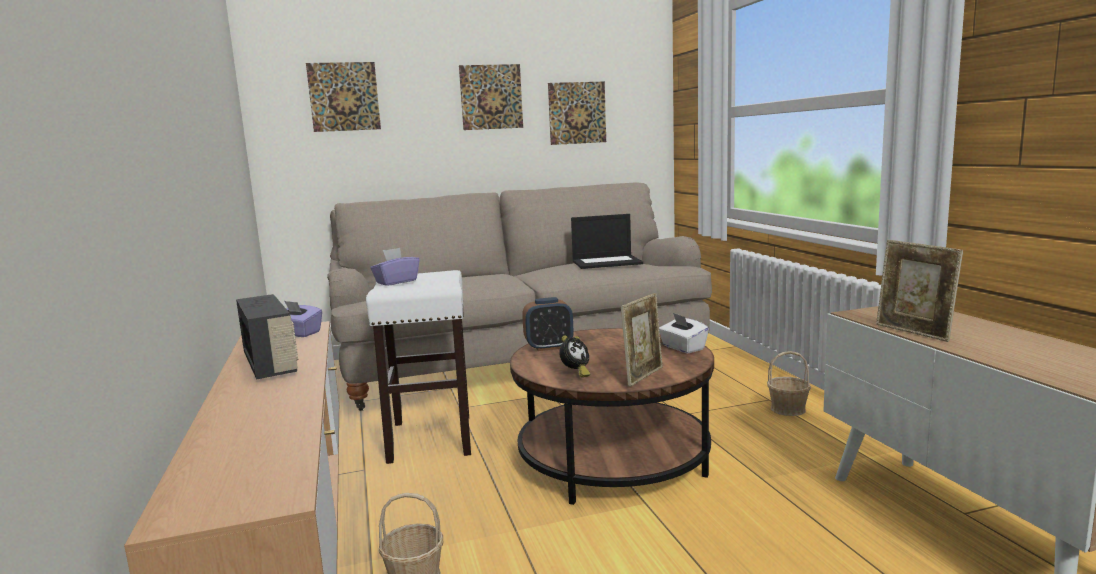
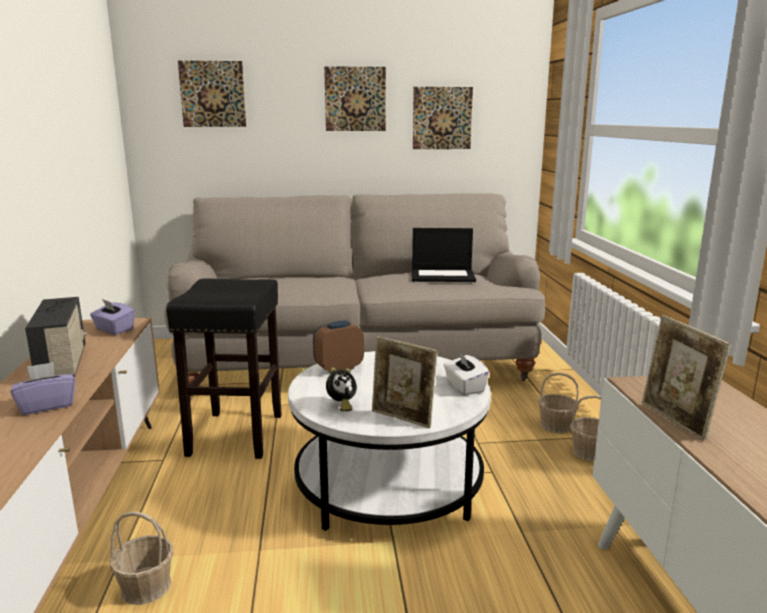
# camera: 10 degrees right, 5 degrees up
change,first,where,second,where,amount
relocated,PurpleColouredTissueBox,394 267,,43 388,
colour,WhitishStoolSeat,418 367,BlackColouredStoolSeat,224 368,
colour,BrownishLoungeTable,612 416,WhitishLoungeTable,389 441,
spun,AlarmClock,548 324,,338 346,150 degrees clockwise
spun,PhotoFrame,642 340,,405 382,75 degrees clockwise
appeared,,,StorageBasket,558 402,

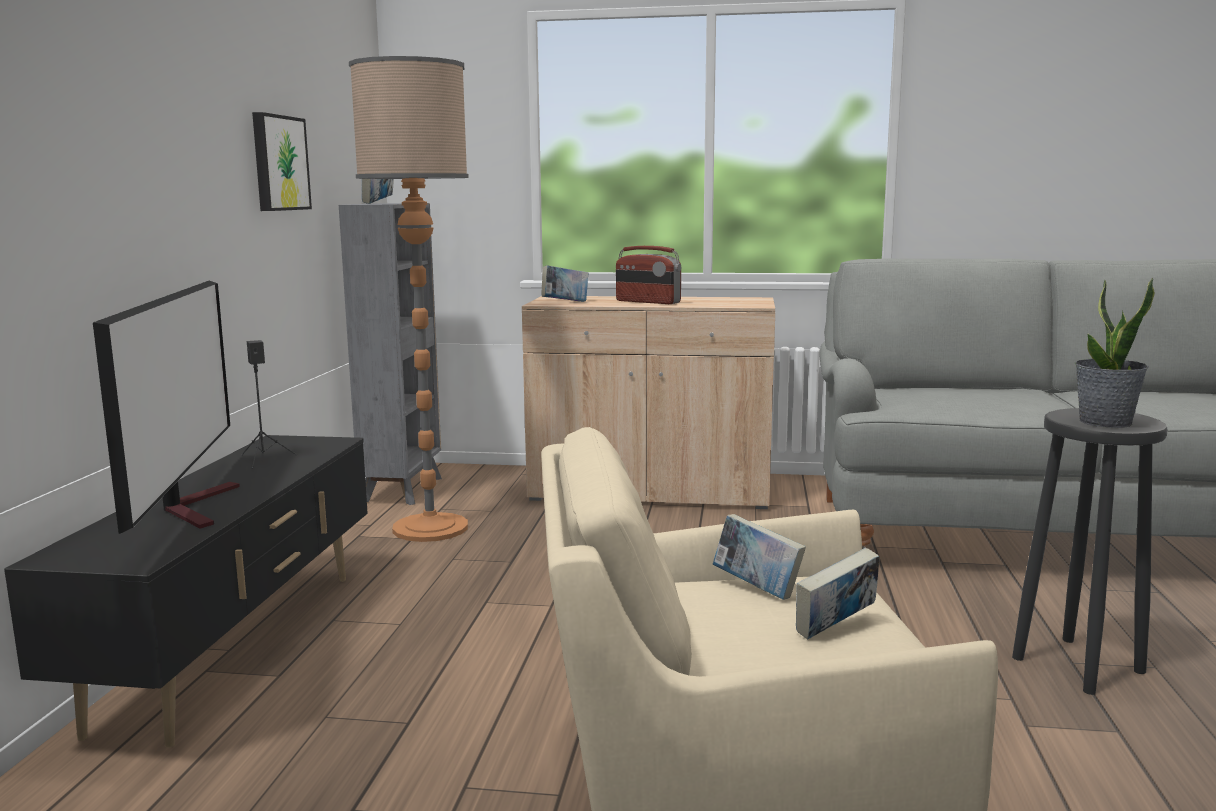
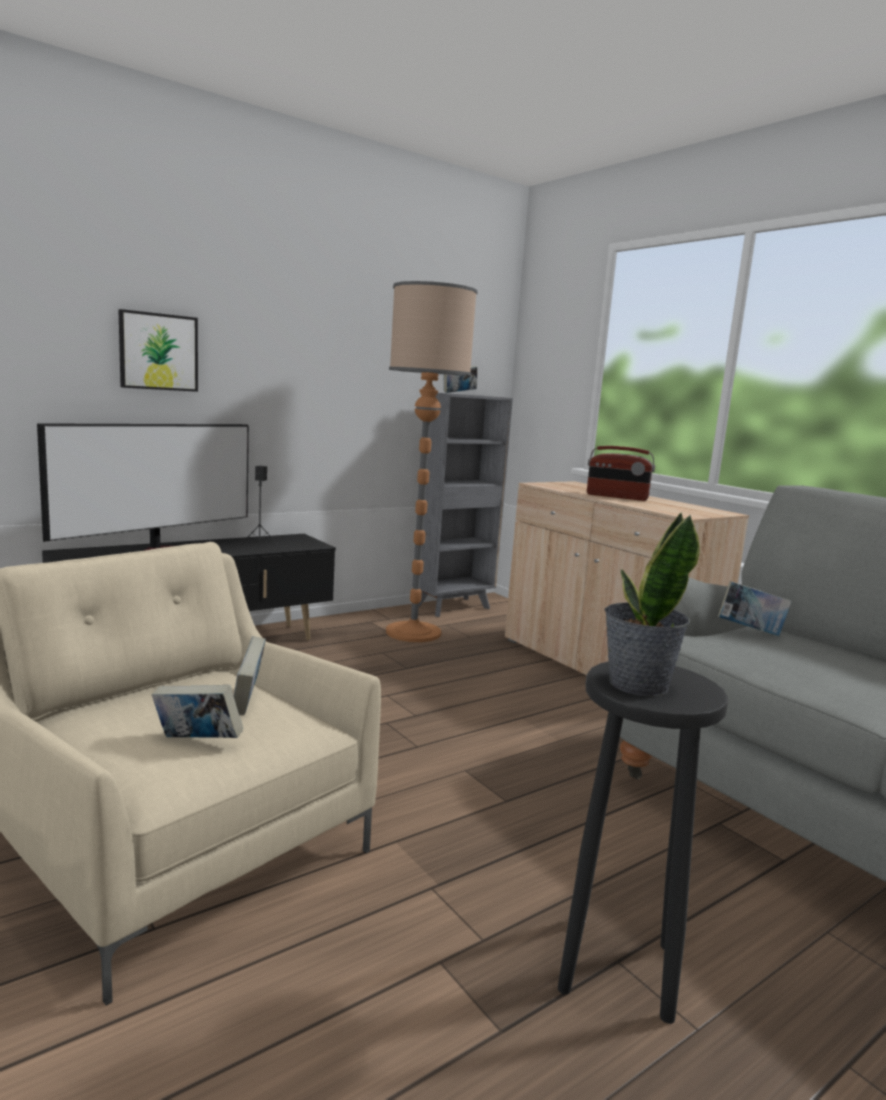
# camera: 45 degrees right, 0 degrees up
change,first,where,second,where,amount
relocated,Picture,282 161,,158 350,
spun,Radio,648 275,,621 473,60 degrees counterclockwise
relocated,Book,564 283,,755 608,

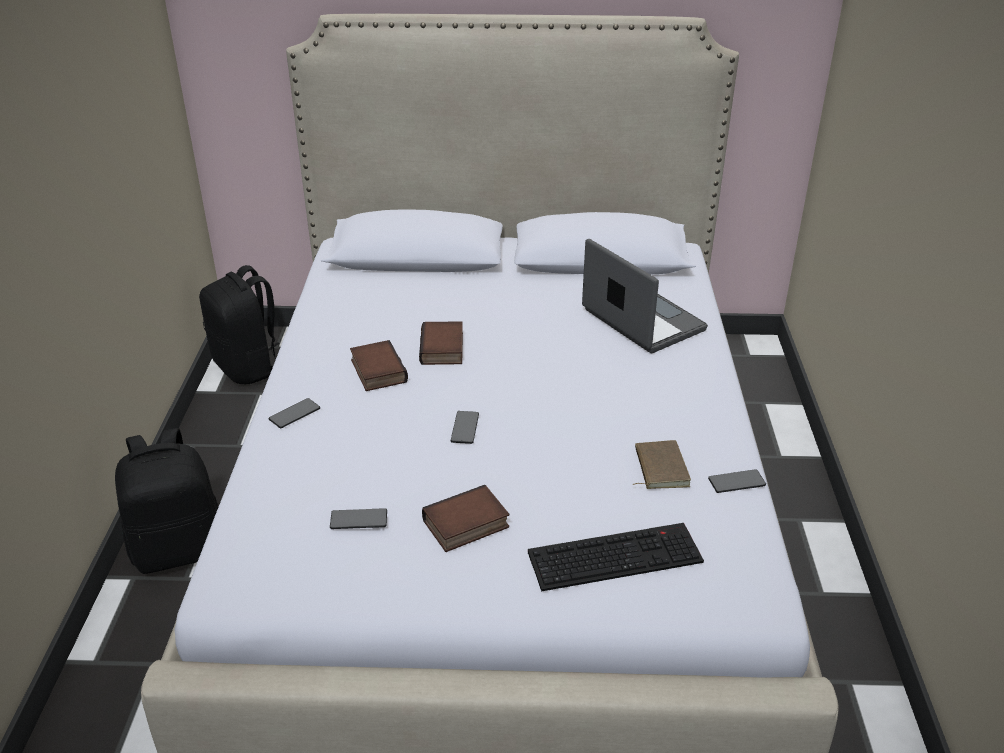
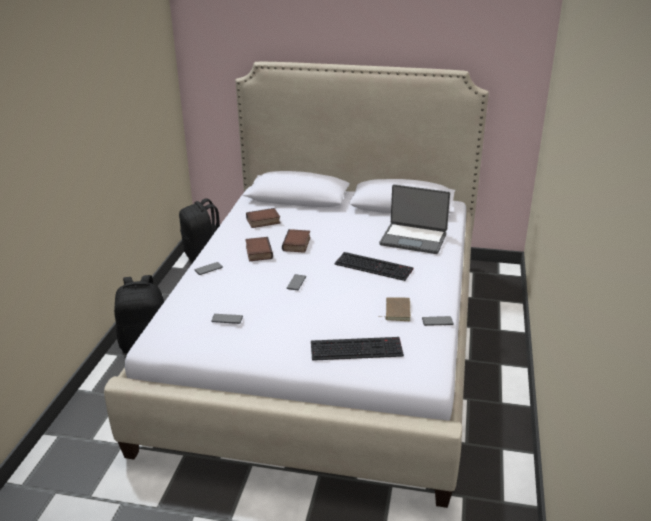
# camera: 10 degrees right, 5 degrees down
change,first,where,second,where,amount
relocated,Book,465 518,,263 218,
appeared,,,PcKeyboard,374 266,
spun,NotebookComputer,645 296,,414 219,135 degrees clockwise

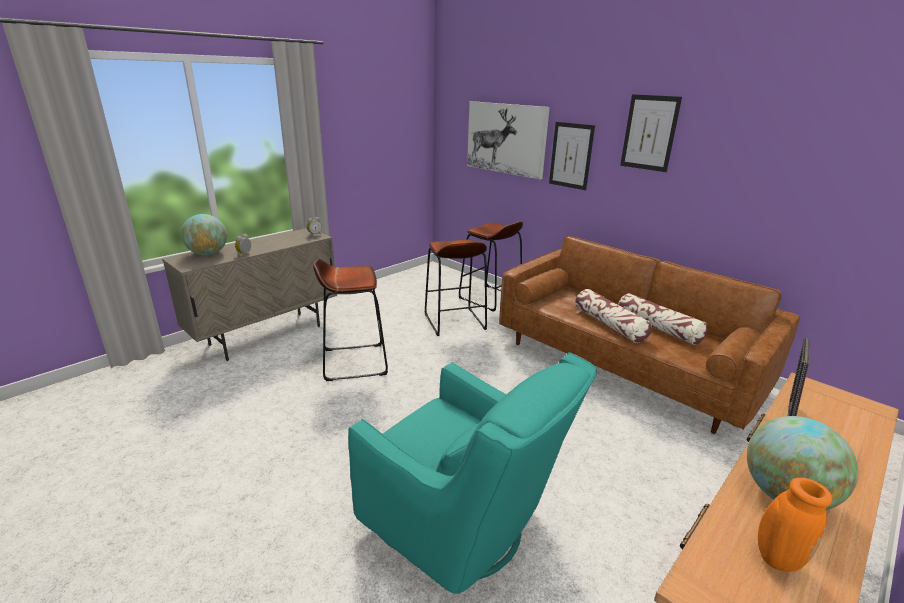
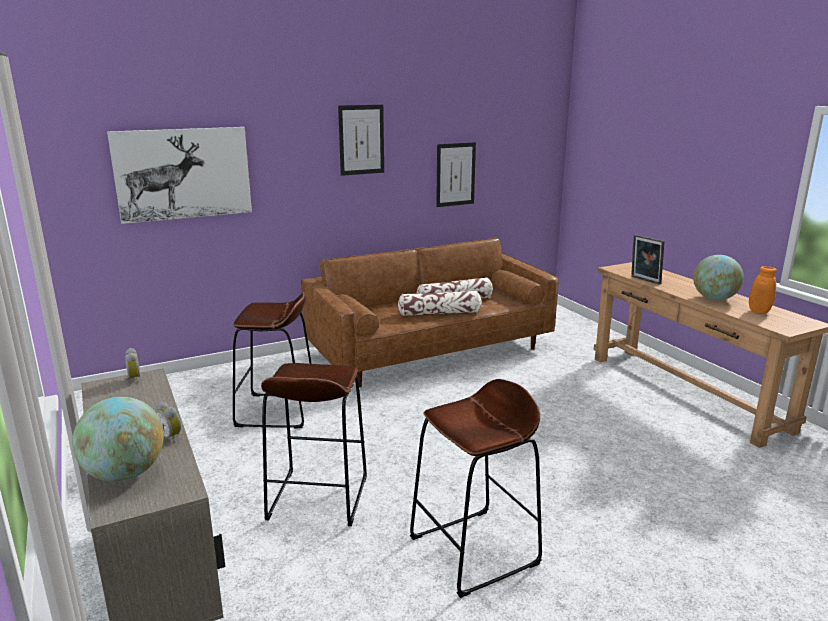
# camera: 70 degrees left, 5 degrees down
change,first,where,second,where,amount
relocated,BrownishStoolSeat,491 266,,476 488,
relocated,Picture,572 156,,456 174,
missing,BlueGreenLoungeChair,472 473,,,

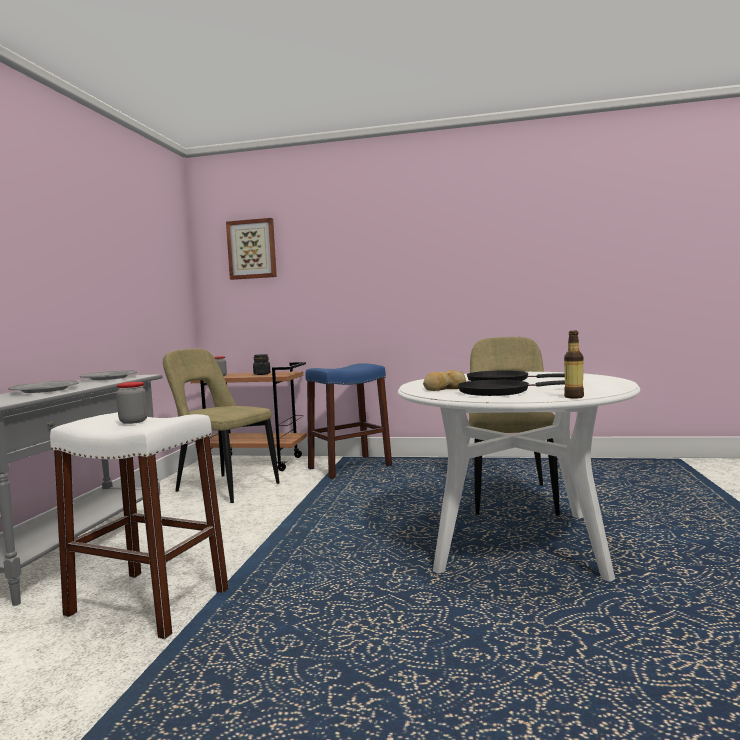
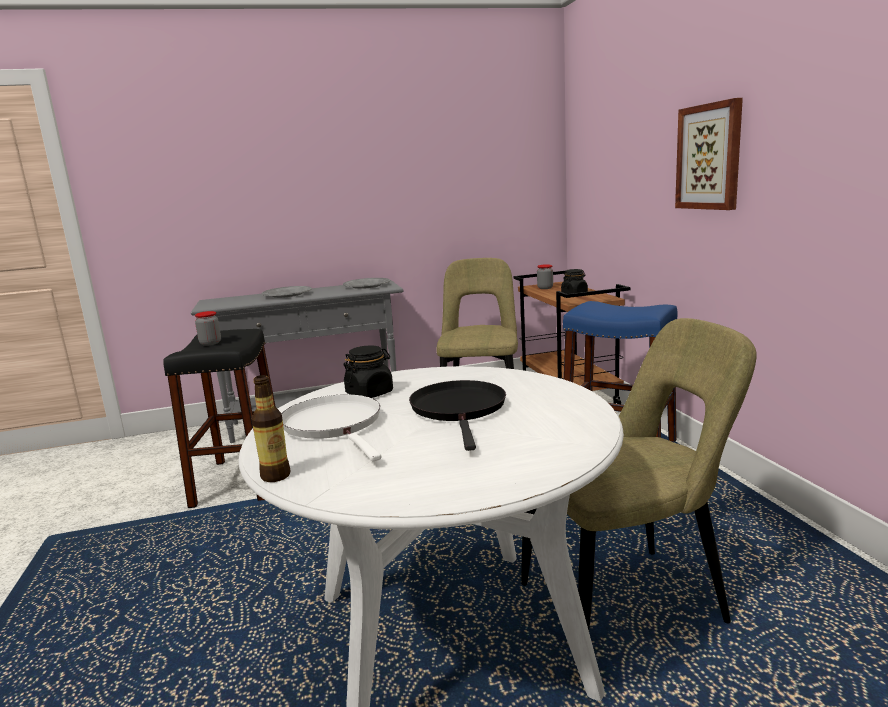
# camera: 65 degrees right, 10 degrees up
change,first,where,second,where,amount
colour,WhitishStoolSeat,139 525,BlackColouredStoolSeat,220 418,
colour,BlackColouredFryingPan,511 388,WhitishFryingPan,331 427,
exchanged,BakeryBread,444 380,BlackColouredJar,368 371,
relocated,Picture,251 249,,709 154,

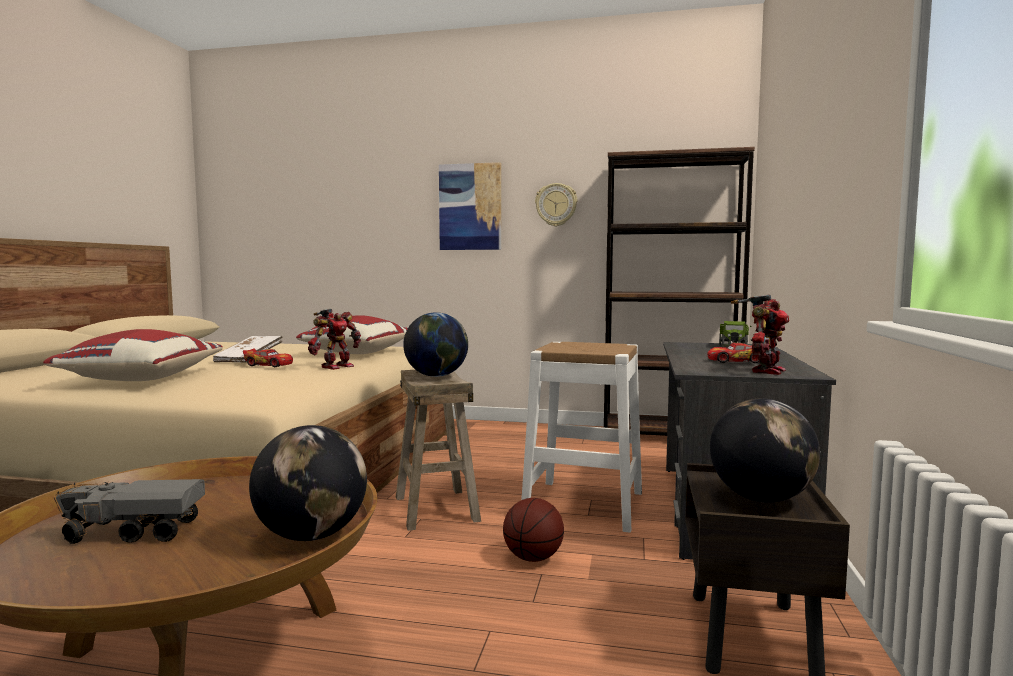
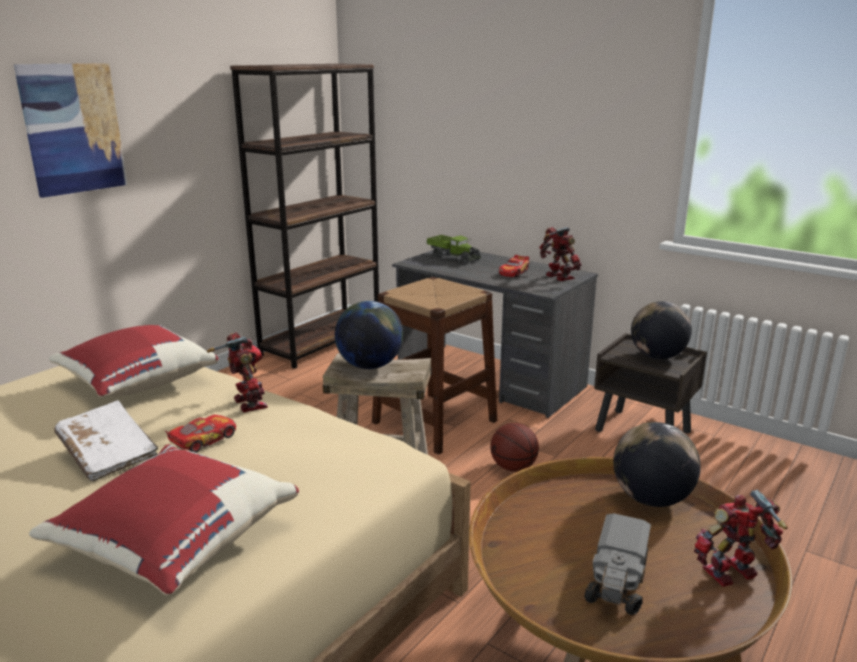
# camera: 65 degrees left, 15 degrees up
change,first,where,second,where,amount
colour,WhitishStoolSeat,581 437,BrownishStoolSeat,434 366,
appeared,,,ToyRobot,741 538,
missing,HangingClock,556 205,,,

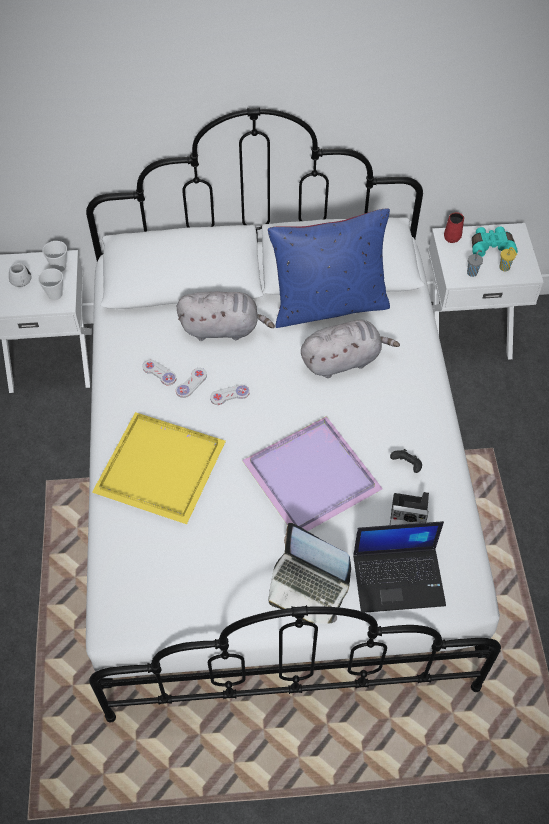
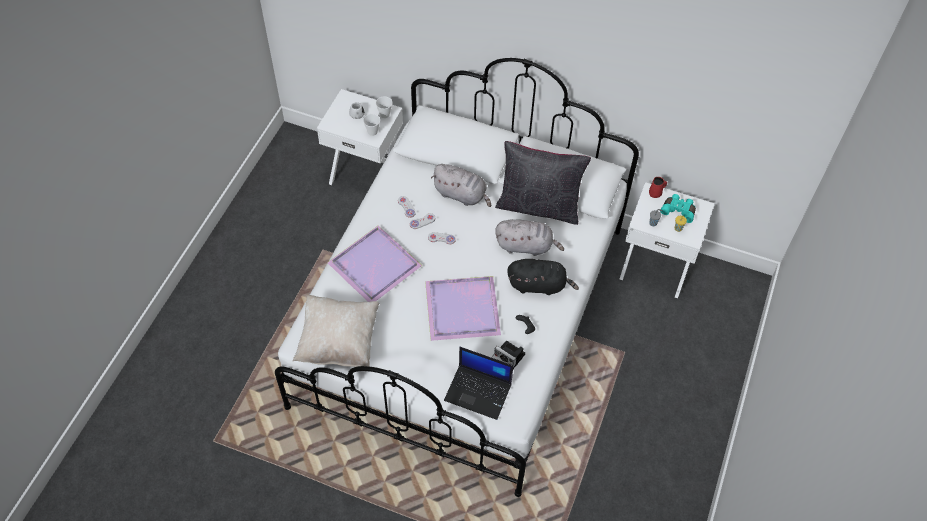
# camera: 25 degrees right, 0 degrees up
change,first,where,second,where,amount
appeared,,,SandColouredCushion,335 331,
colour,YellowishServingTray,159 468,PurpleColouredServingTray,374 264,
colour,BlueColouredCushion,329 268,BlackColouredCushion,543 183,
appeared,,,BlackColouredSoftToy,543 277,
missing,NotebookComputer,310 573,,,

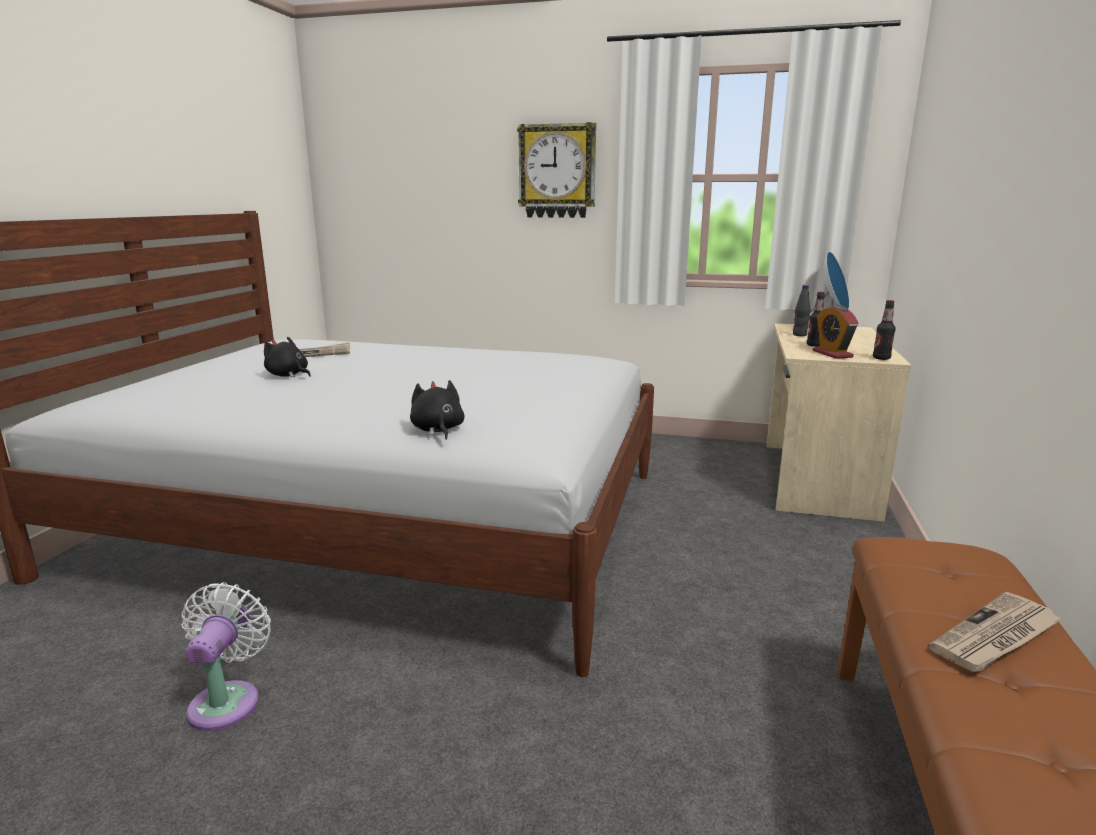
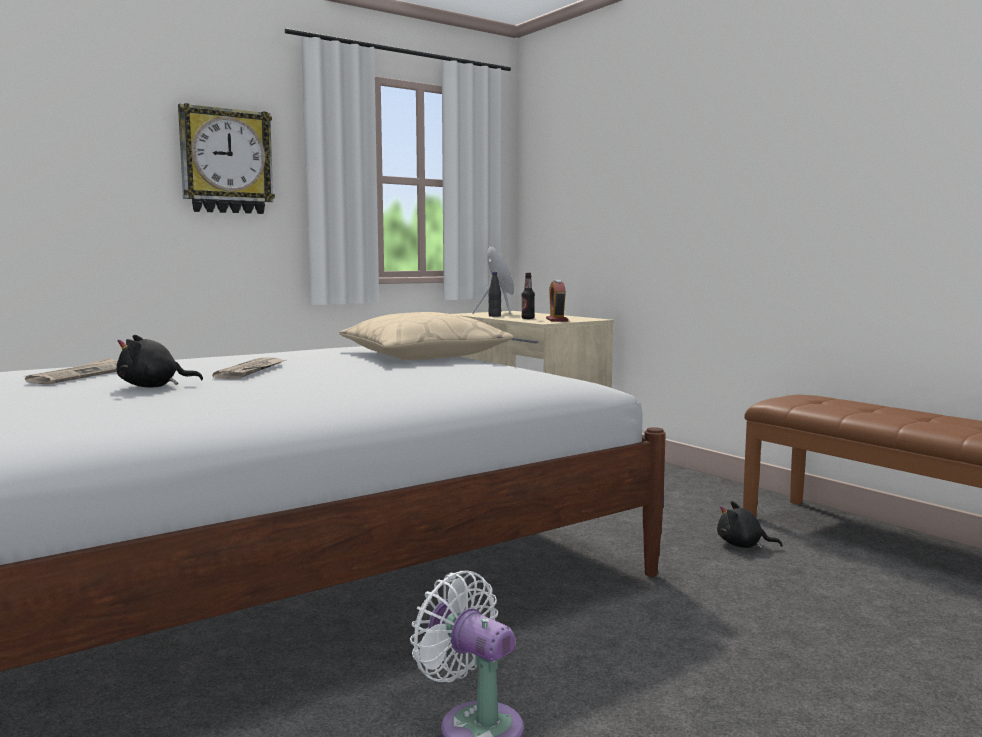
# camera: 50 degrees left, 10 degrees down
change,first,where,second,where,amount
relocated,DailyPaper,996 632,,248 368,
appeared,,,SandColouredCushion,426 336,
spun,AlarmClock,836 332,,557 301,60 degrees clockwise
relocated,BlackColouredSoftToy,437 410,,750 525,
missing,BeverageBottle,884 330,,,

